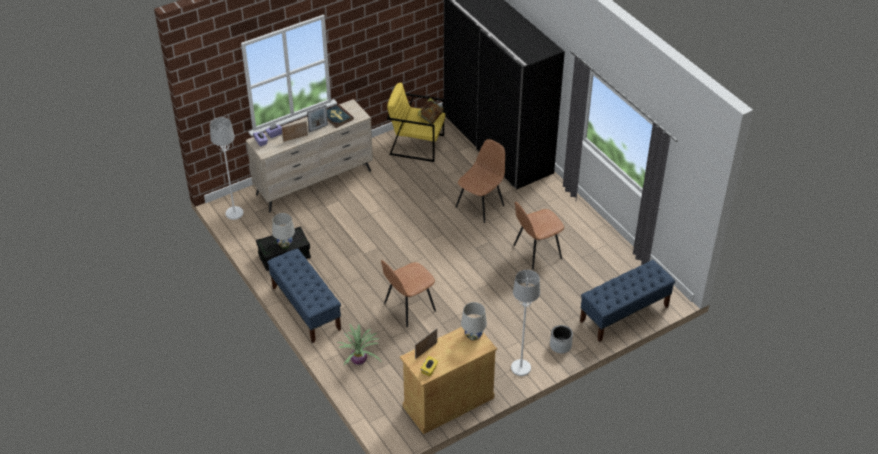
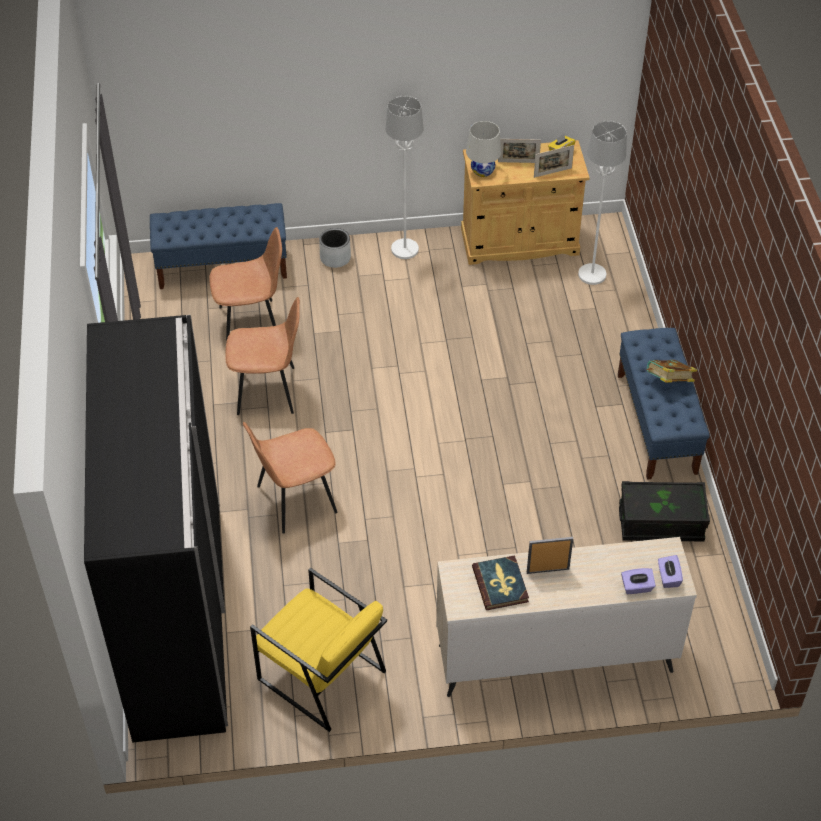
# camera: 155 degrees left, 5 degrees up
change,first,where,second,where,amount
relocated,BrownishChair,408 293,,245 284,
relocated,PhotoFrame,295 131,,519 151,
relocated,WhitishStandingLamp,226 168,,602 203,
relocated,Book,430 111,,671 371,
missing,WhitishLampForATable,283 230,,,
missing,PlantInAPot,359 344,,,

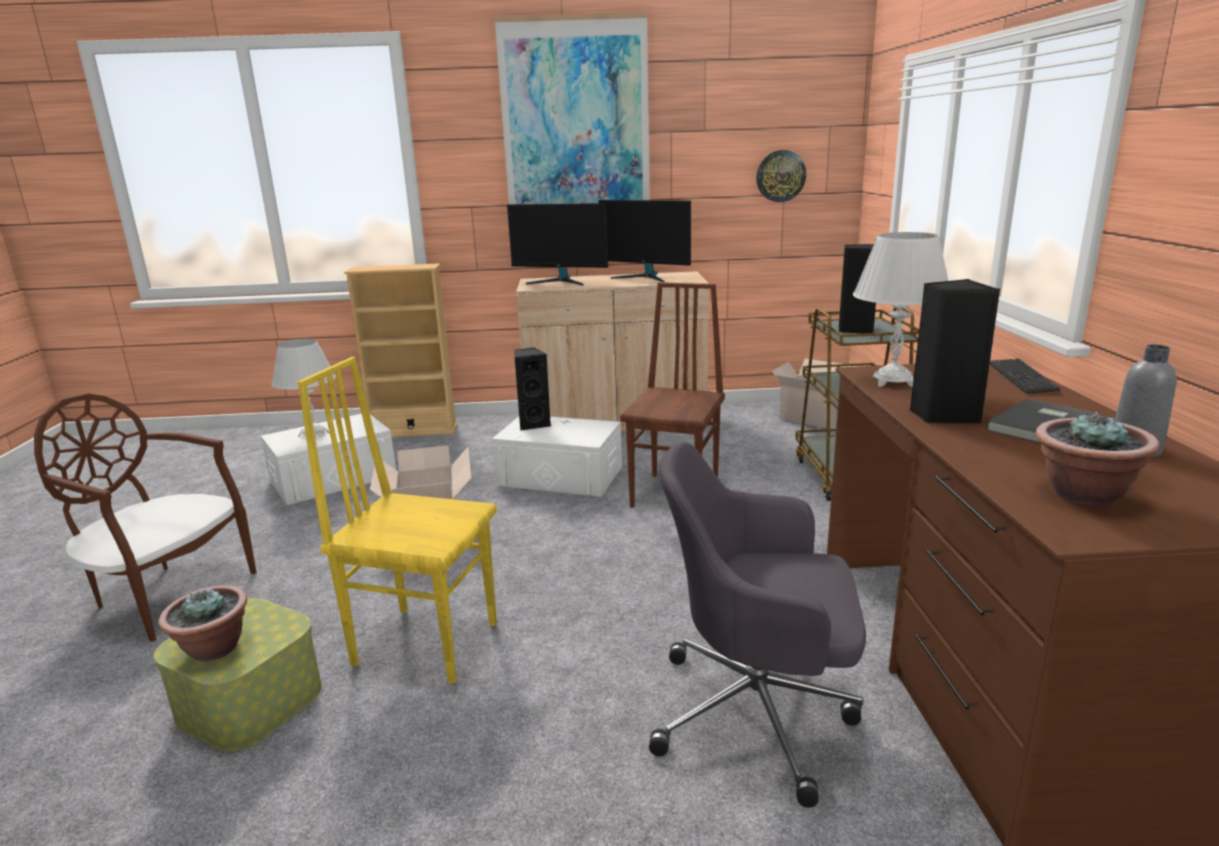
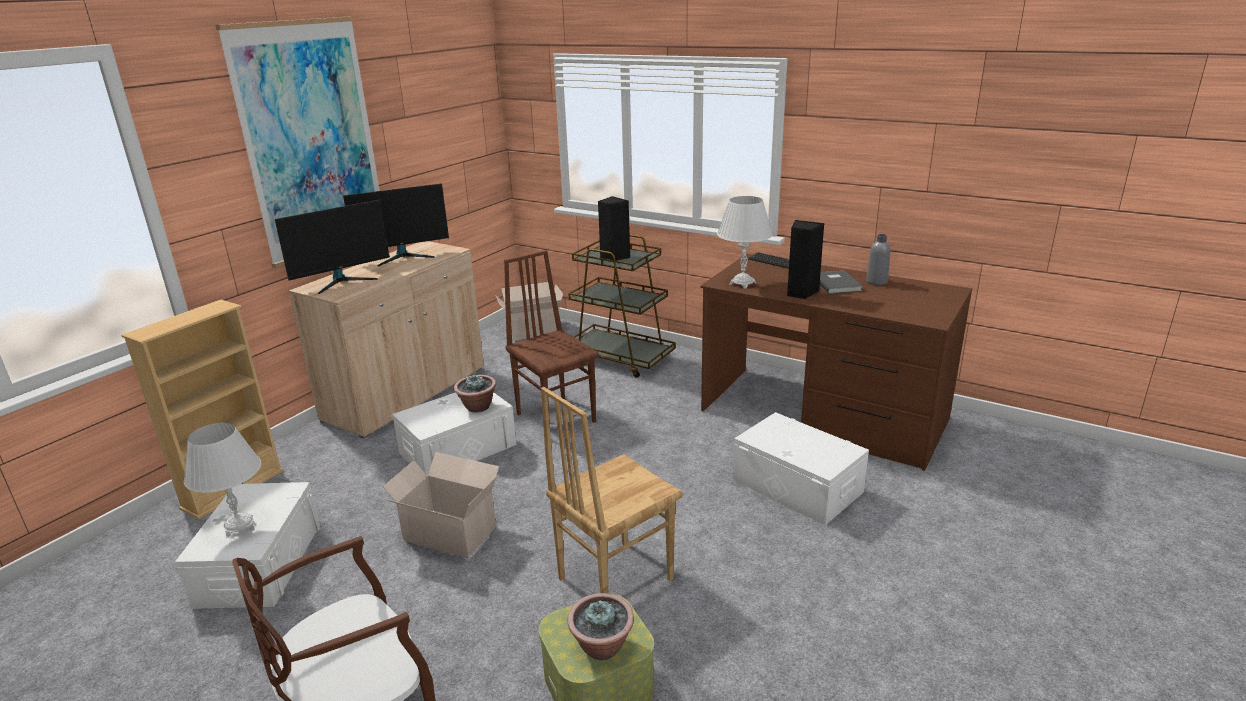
# camera: 55 degrees left, 5 degrees up
change,first,where,second,where,amount
relocated,PlantInAPot,1097 458,,475 394,
colour,YellowishChair,397 520,BrownishChair,612 490,
exchanged,GreyDeskChair,757 625,WhitishStorageContainer,801 468,
missing,BlackColouredLoudspeaker,532 389,,,
missing,HangingClock,781 176,,,

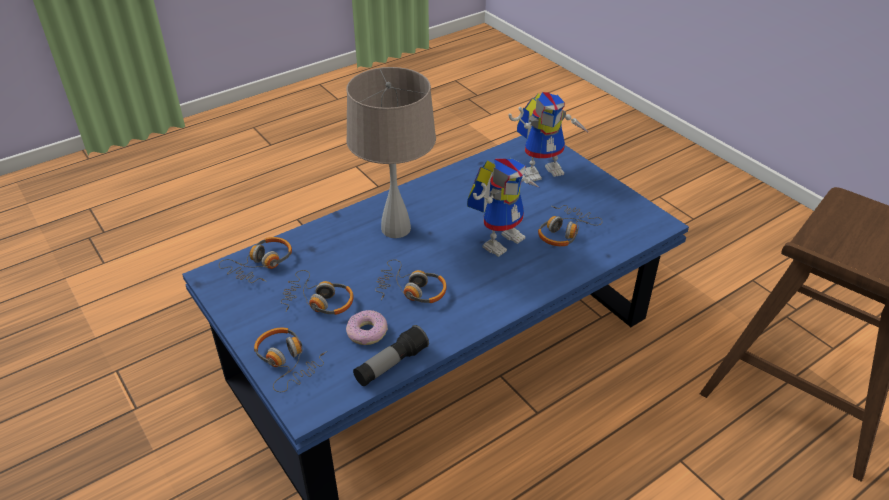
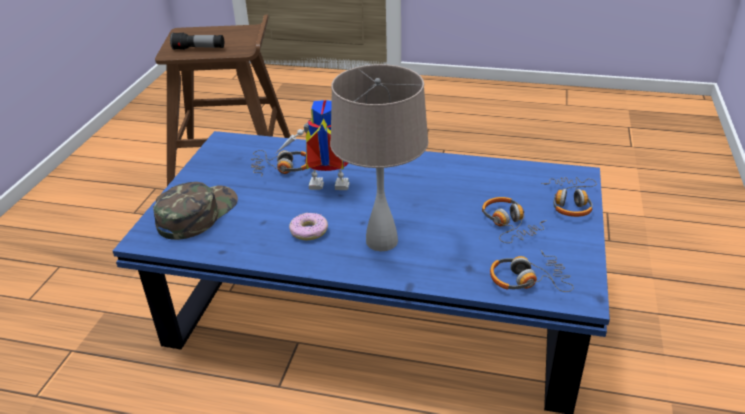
# camera: 130 degrees left, 5 degrees down
change,first,where,second,where,amount
exchanged,ToyRobot,549 136,GreenishCap,195 211,
relocated,HandTorch,391 355,,197 41,
relocated,Doughnut,367 327,,308 226,
missing,Headset,411 281,,,

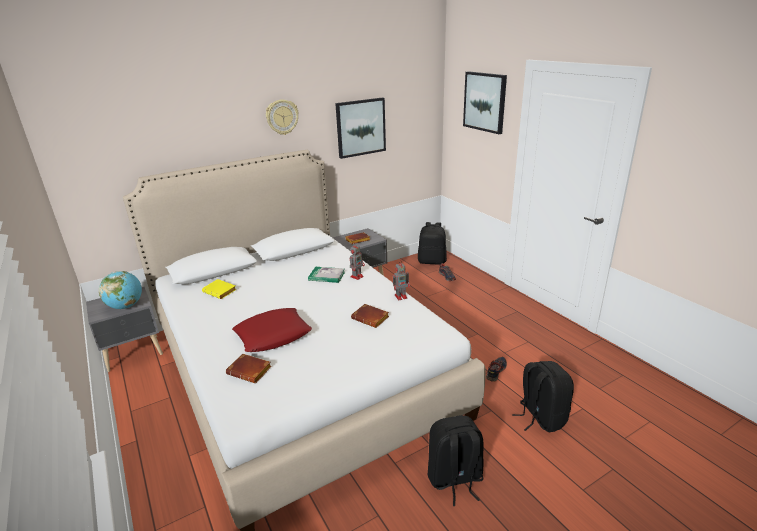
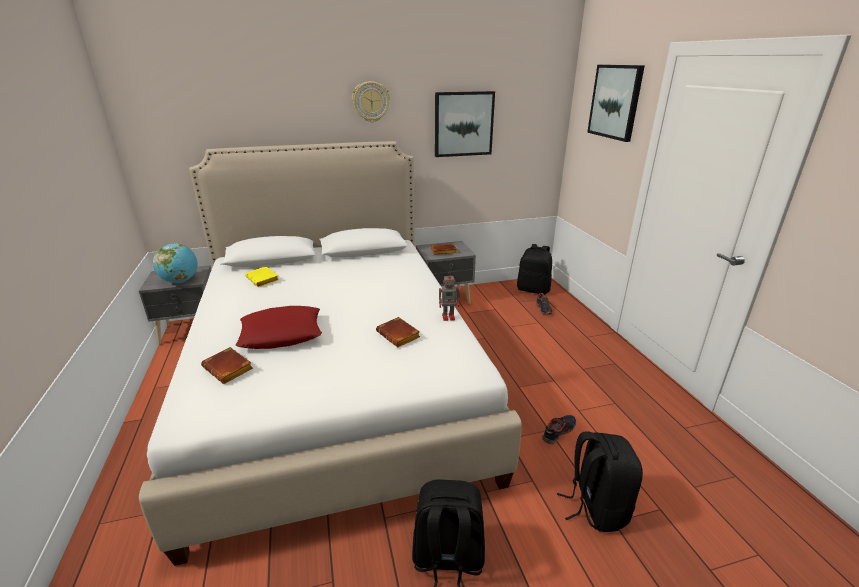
# camera: 15 degrees right, 0 degrees up
change,first,where,second,where,amount
missing,Book,326 275,,,
missing,ToyRobot,357 261,,,

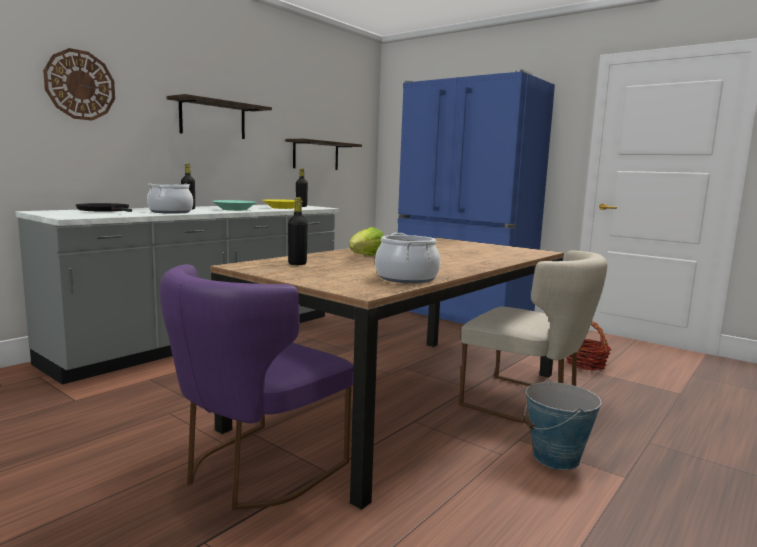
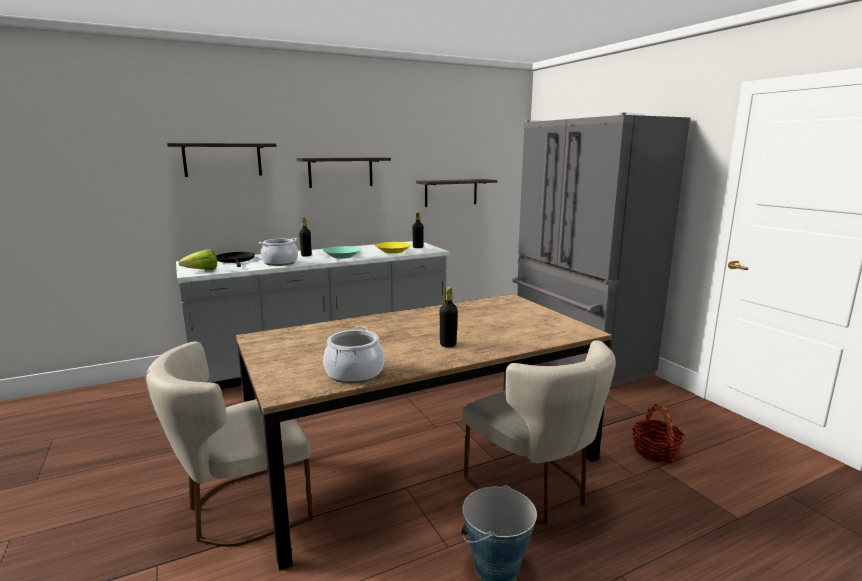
# camera: 25 degrees right, 5 degrees up
change,first,where,second,where,amount
colour,PurpleColouredChair,257 387,SandColouredChair,229 444,
exchanged,HangingClock,79 84,BracketShelf,222 160,
relocated,LettuceHead,367 241,,197 259,
relocated,BlackColouredBeverageBottle,298 231,,449 317,
colour,BlueColouredFridge,476 197,GreyFridge,601 250,

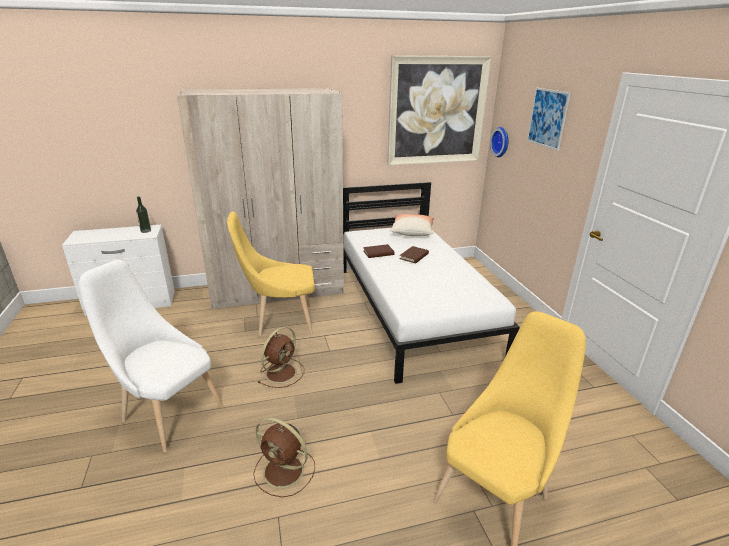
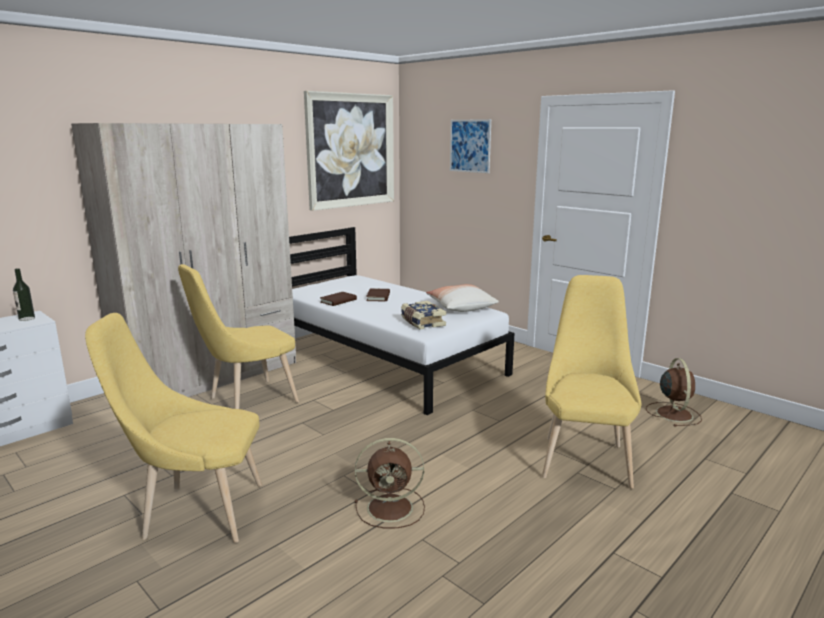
# camera: 30 degrees left, 10 degrees down
change,first,where,second,where,amount
colour,WhitishChair,151 356,YellowishChair,173 428,
appeared,,,Book,423 315,
relocated,Cushion,411 225,,462 298,
relocated,BrownishCoolingFan,281 357,,674 392,
missing,HangingClock,499 142,,,

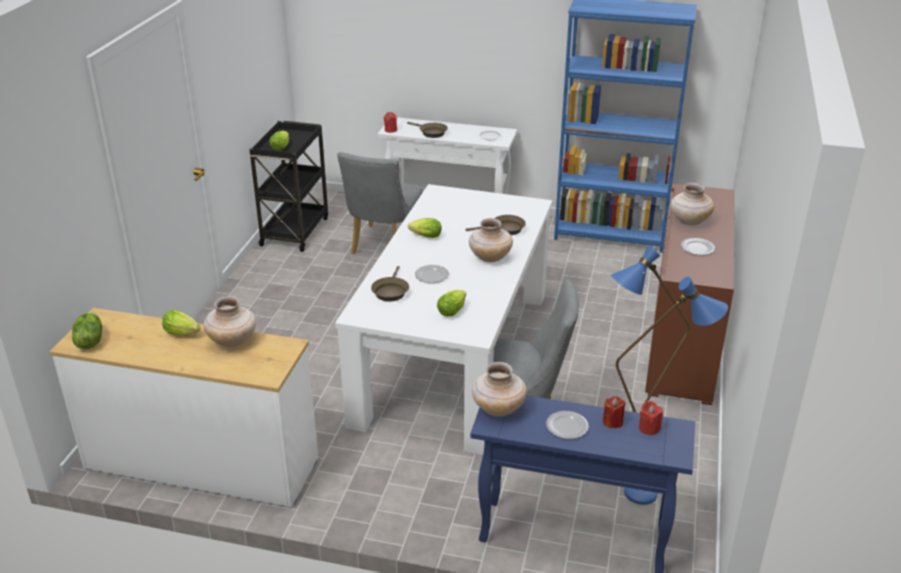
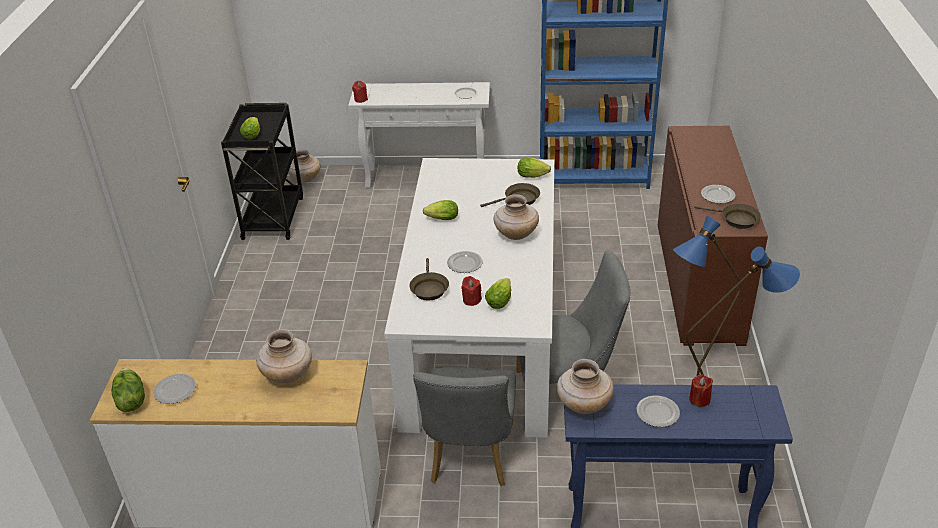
# camera: 10 degrees left, 5 degrees up
change,first,where,second,where,amount
appeared,,,FlatDish,174 389,
relocated,SandColouredFlowerVase,692 204,,304 166,
relocated,GreyChair,380 203,,464 426,
relocated,ReddishWaxCandle,651 418,,471 291,
relocated,LettuceHead,181 323,,534 167,
relocated,BrownishFryingPan,427 130,,728 216,

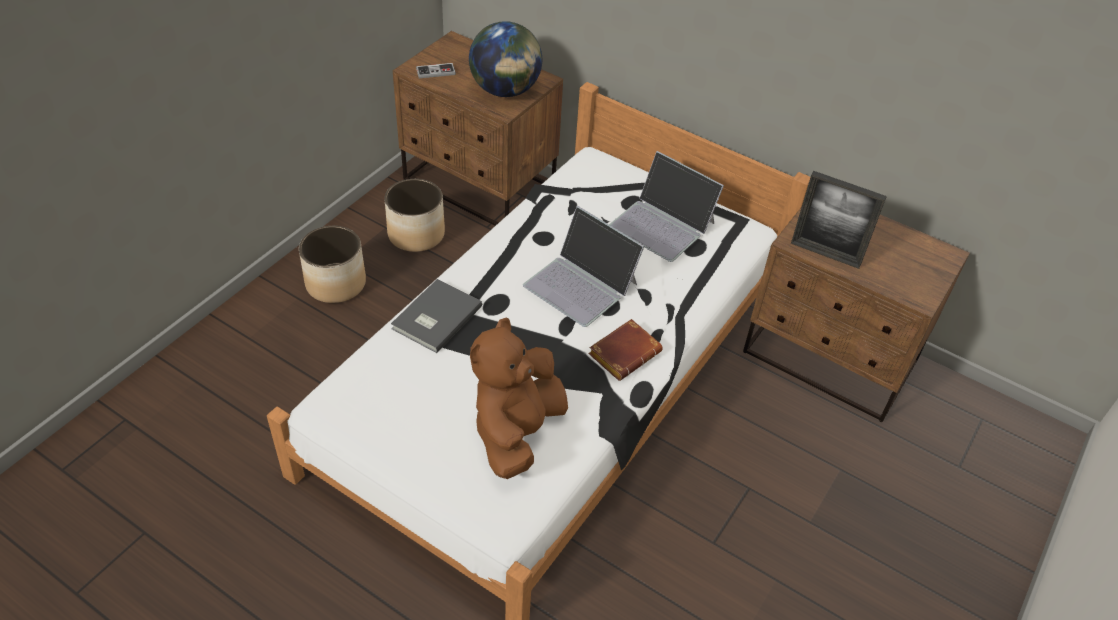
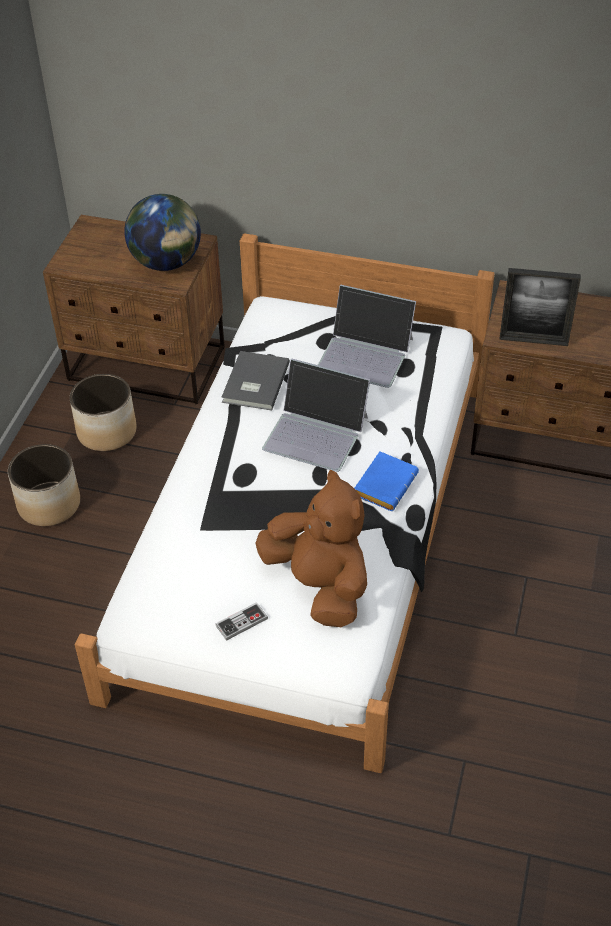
# camera: 15 degrees left, 0 degrees up
change,first,where,second,where,amount
relocated,GameController,436 70,,241 621,
relocated,GreyBook,436 316,,255 381,
spun,BrownishSoftToy,519 398,,311 548,135 degrees clockwise
colour,BrownishBook,625 350,BlueColouredBook,386 481,

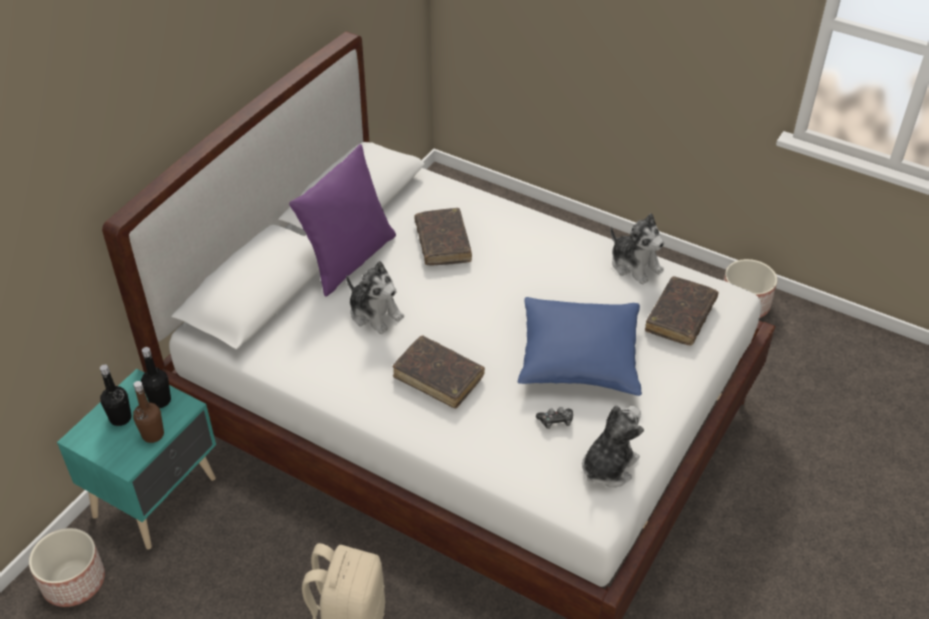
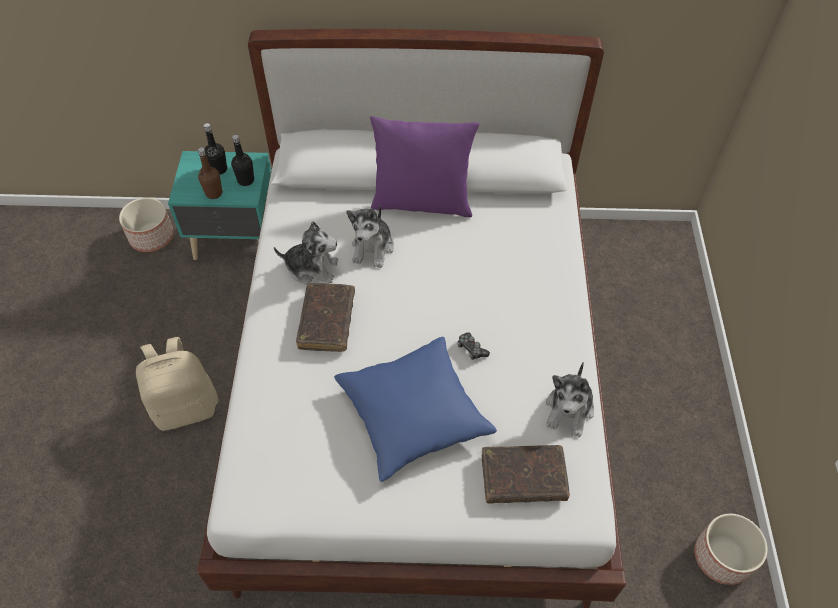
# camera: 60 degrees right, 10 degrees up
change,first,where,second,where,amount
relocated,SoftToy,613 446,,306 253,
relocated,GameController,554 418,,473 345,
missing,BrownishBook,443 236,,,

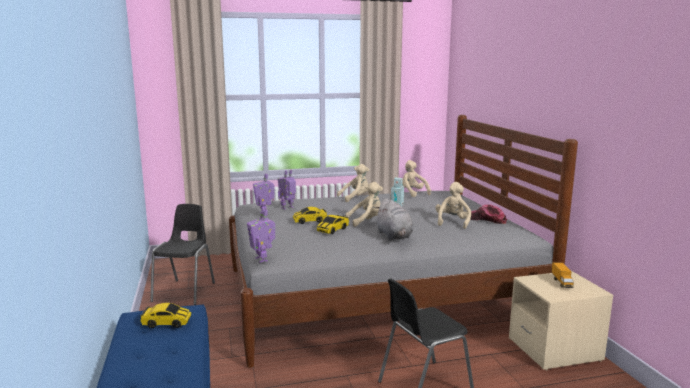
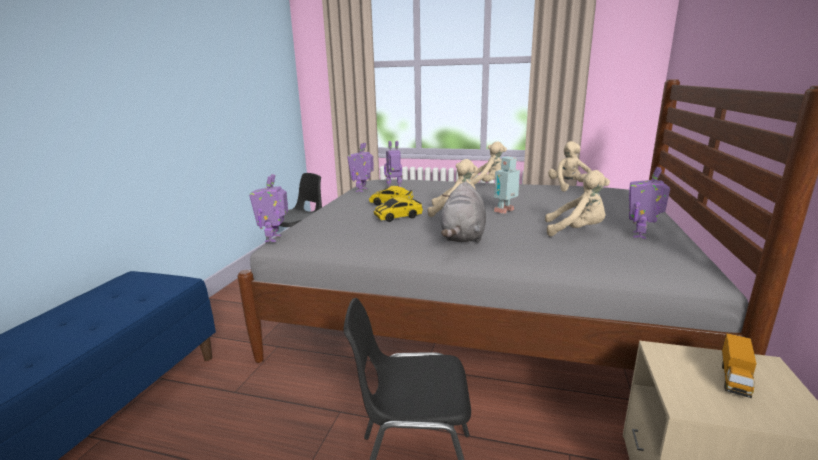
# camera: 30 degrees right, 5 degrees up
change,first,where,second,where,amount
spun,SandColouredSoftToy,453 205,,577 203,60 degrees clockwise
exchanged,Cap,488 214,ToyRobot,649 203,
missing,ModelCar,165 315,,,

